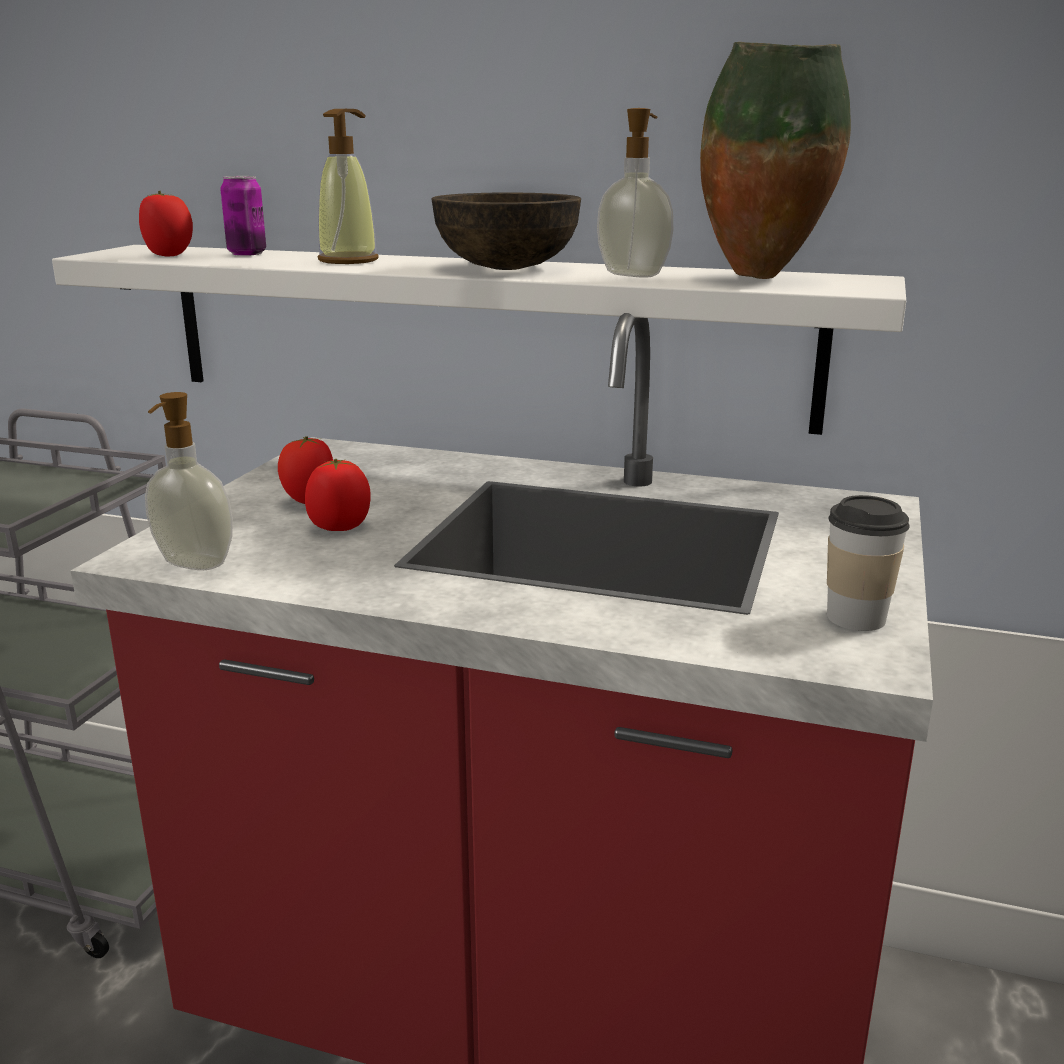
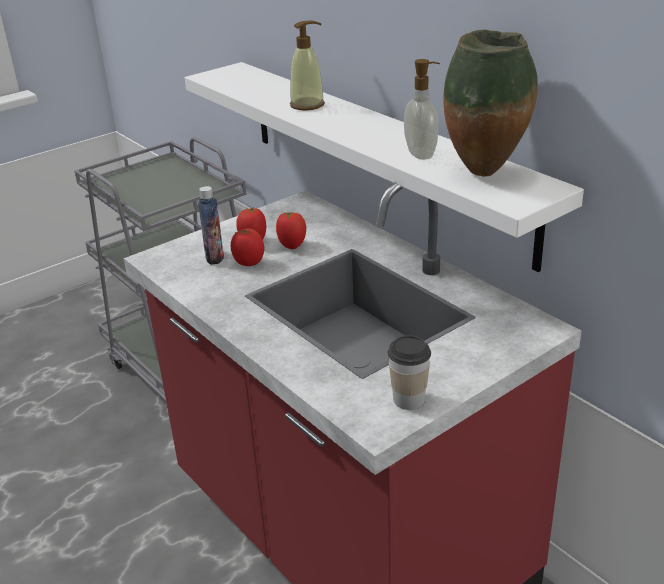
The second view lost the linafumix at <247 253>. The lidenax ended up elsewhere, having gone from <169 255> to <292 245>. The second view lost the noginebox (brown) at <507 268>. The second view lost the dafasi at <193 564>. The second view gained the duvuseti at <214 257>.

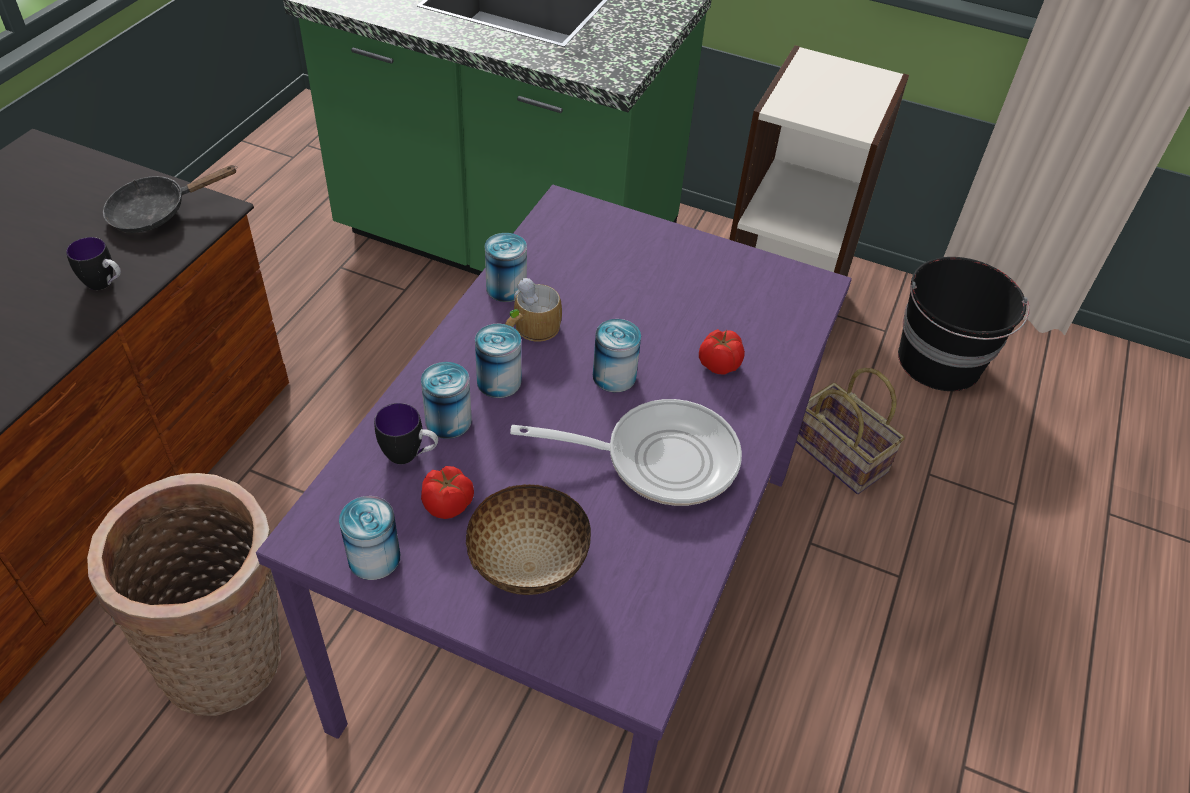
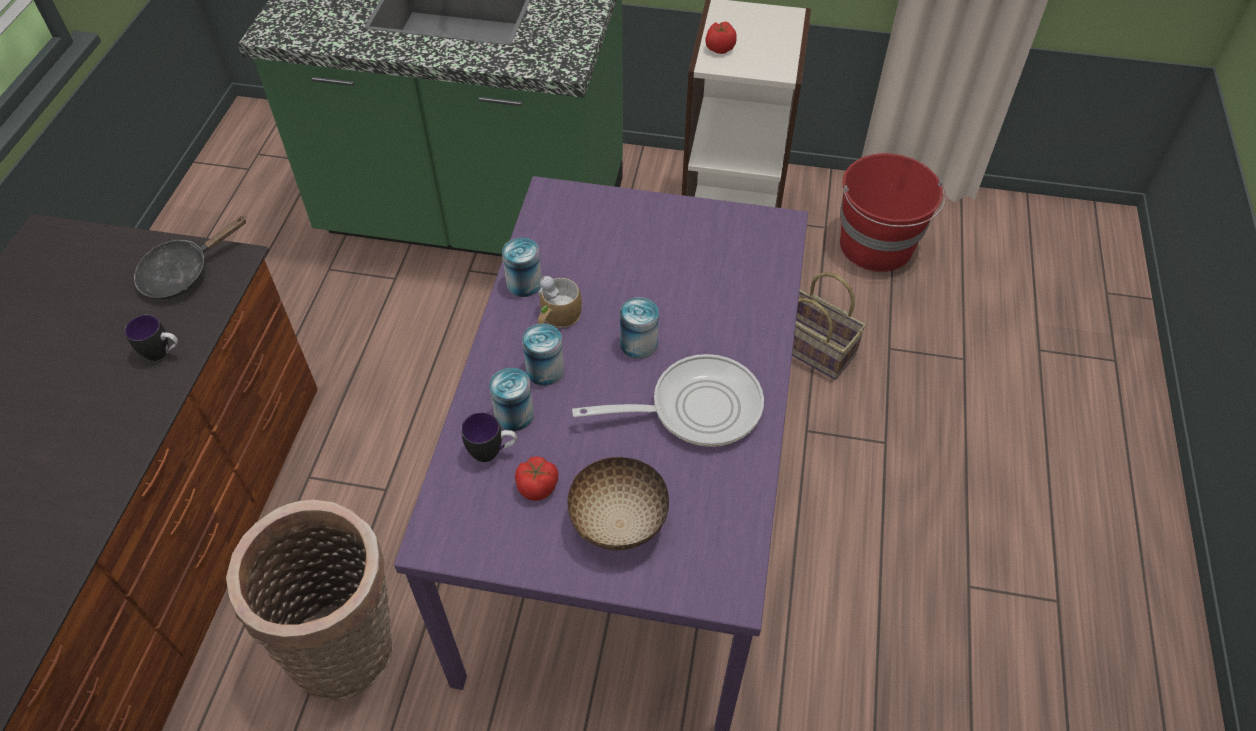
What was the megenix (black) at <940 362> turned into the megenix (red) at <877 246>. The lidenax ended up elsewhere, having gone from <718 364> to <719 48>. The second view lost the linafumix at <374 557>.

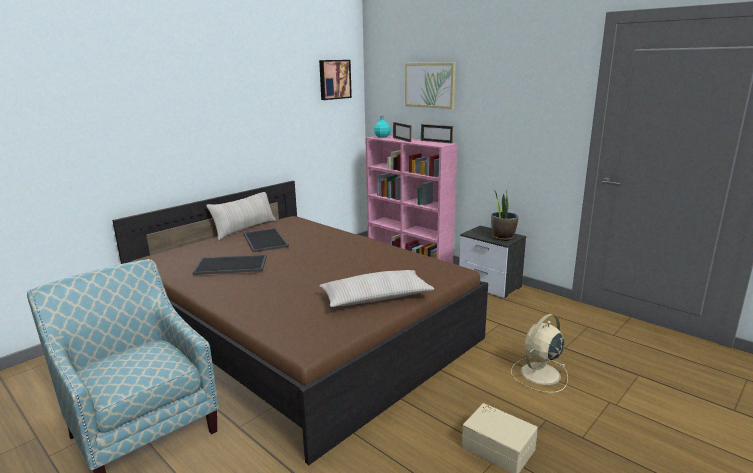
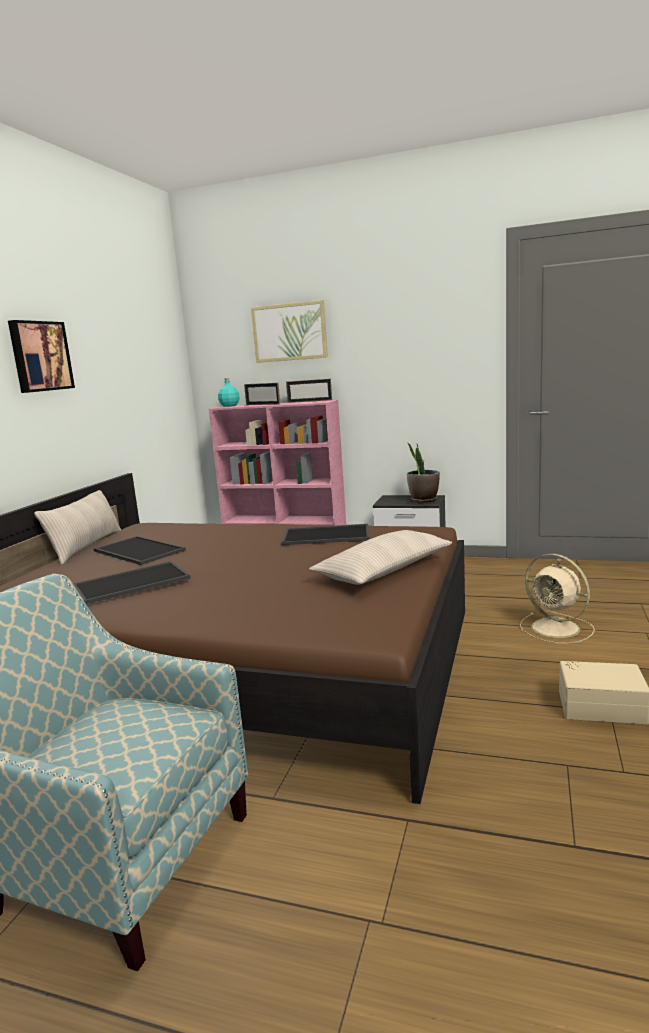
The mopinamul ended up elsewhere, having gone from <334 79> to <39 356>. The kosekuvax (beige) at <539 374> ended up facing another way, 60 degrees counterclockwise from before. The second view gained the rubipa at <327 535>.

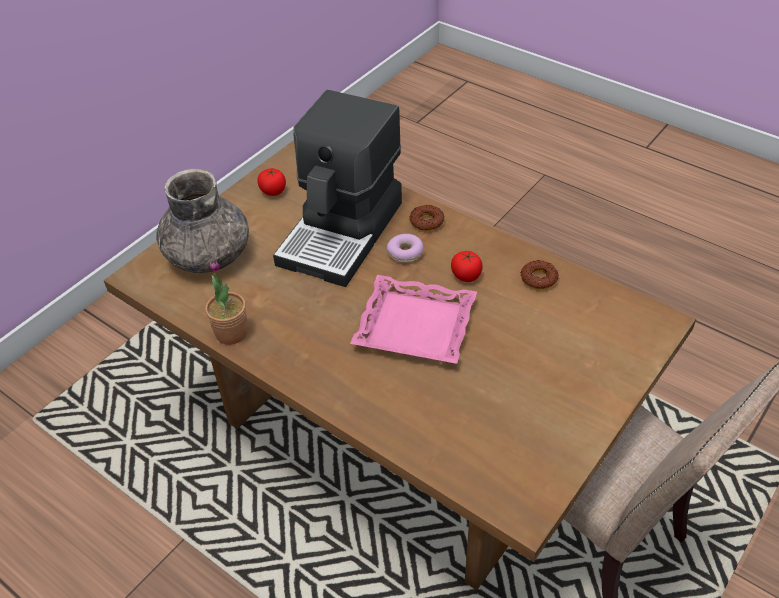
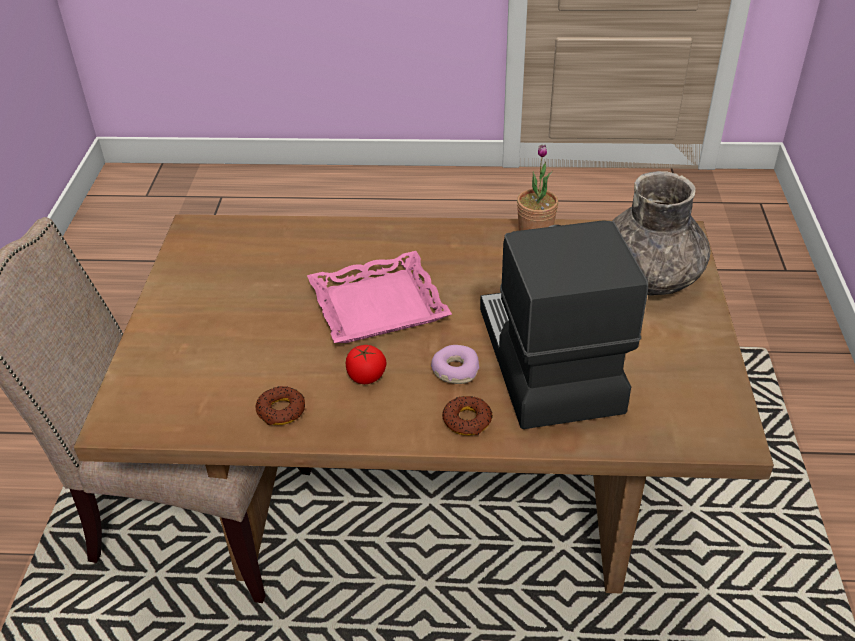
The second view lost the lidenax at <273 191>.

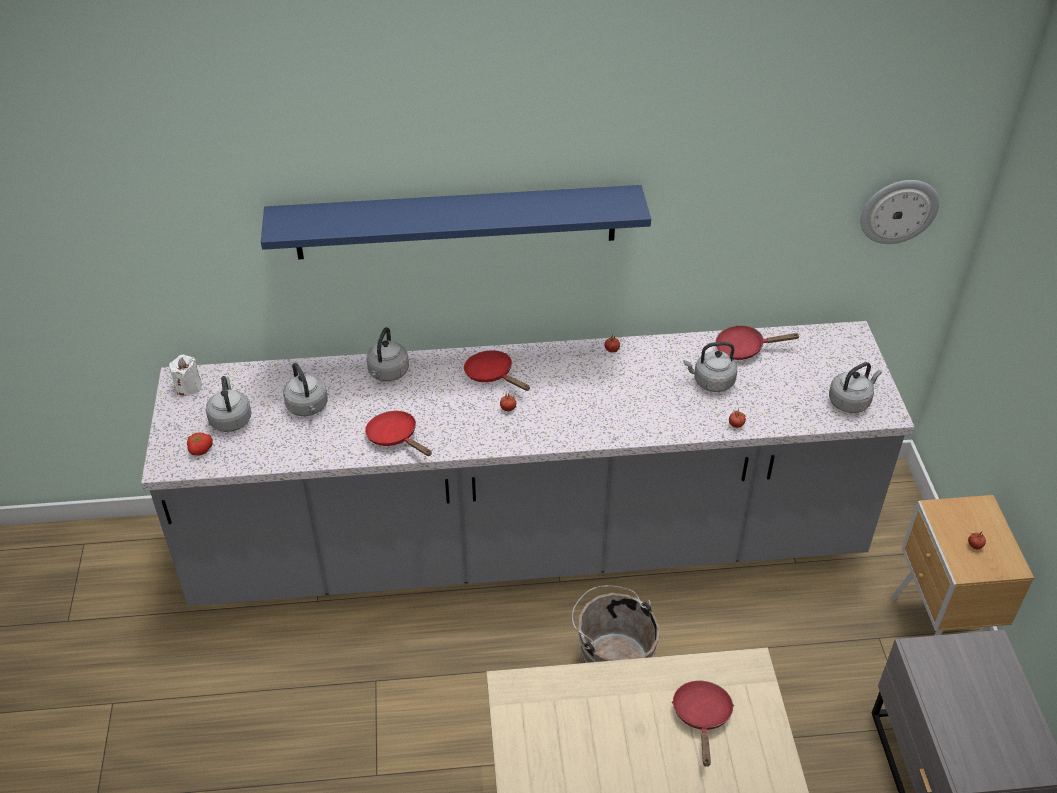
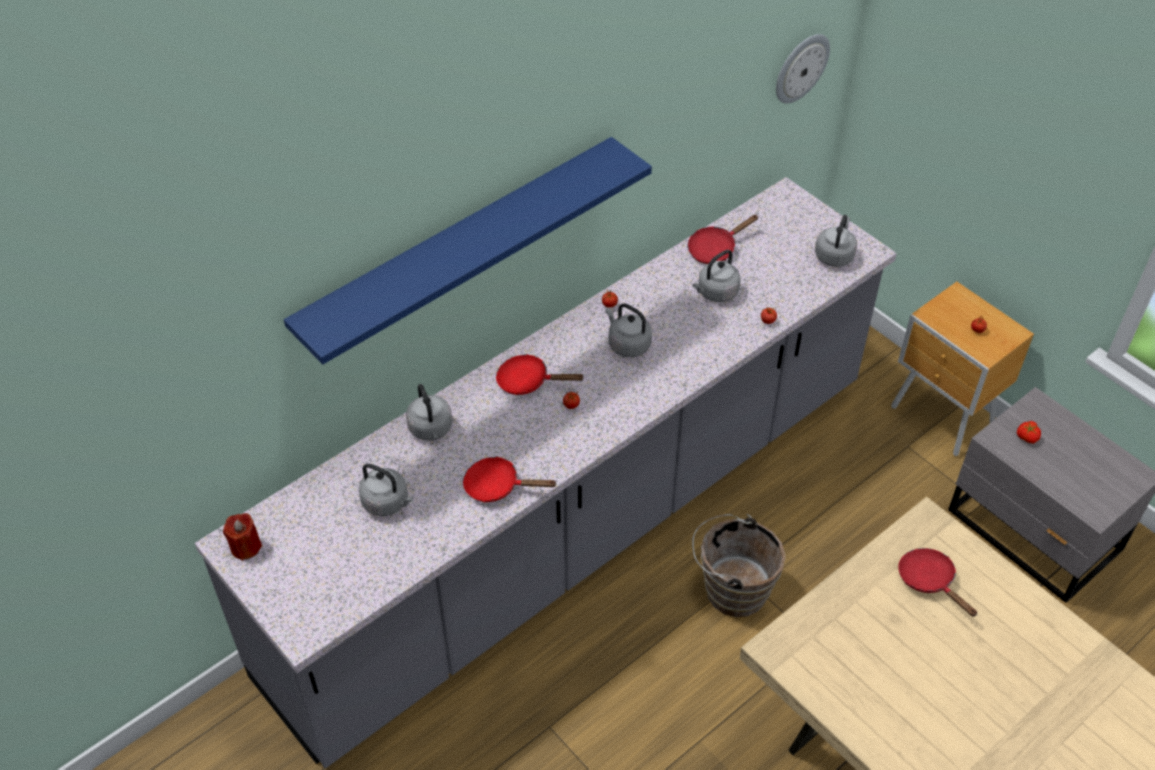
What was the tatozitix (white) at <188 387> turned into the tatozitix (red) at <245 547>. The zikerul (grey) ended up elsewhere, having gone from <230 419> to <627 344>. The lidenax ended up elsewhere, having gone from <200 449> to <1026 437>.

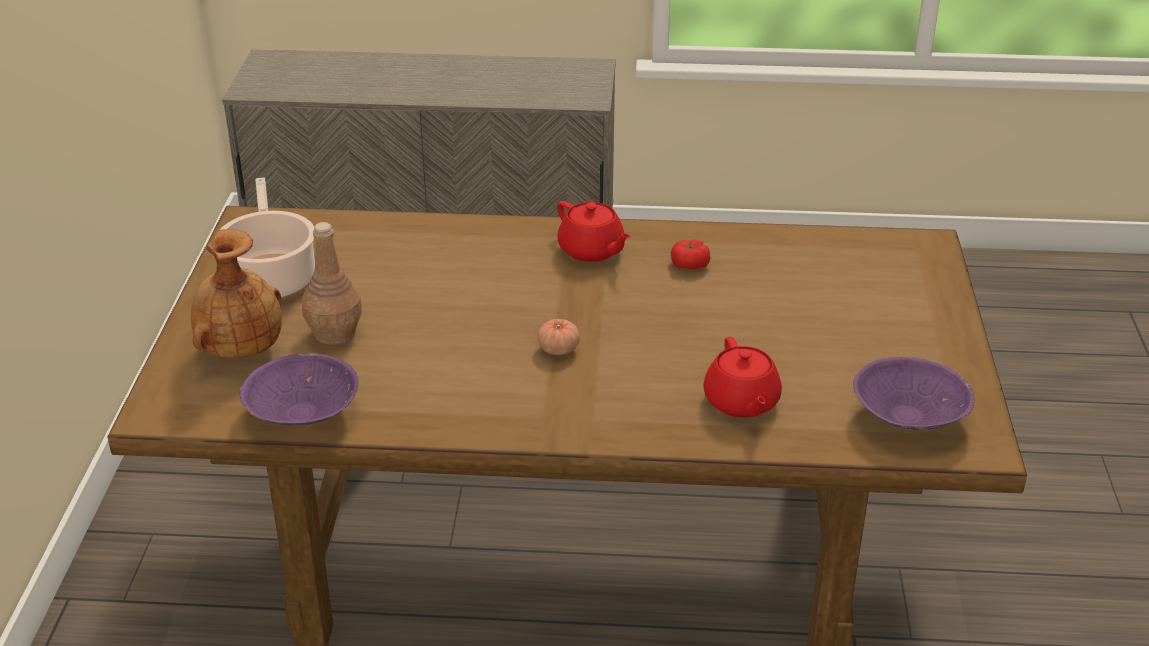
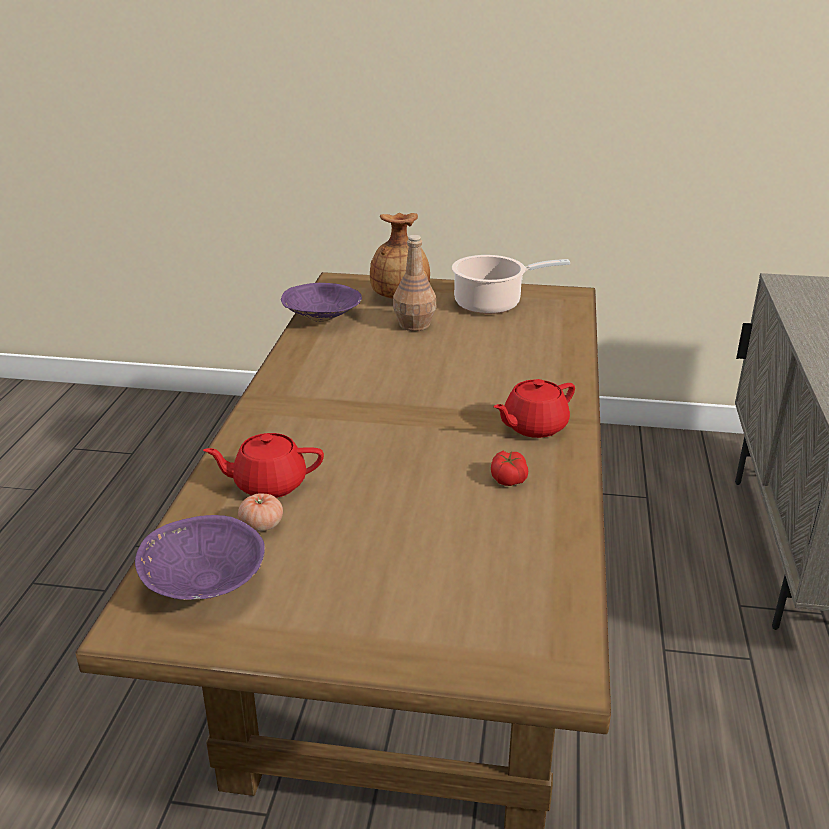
The lidenax ended up elsewhere, having gone from <558 349> to <261 525>.

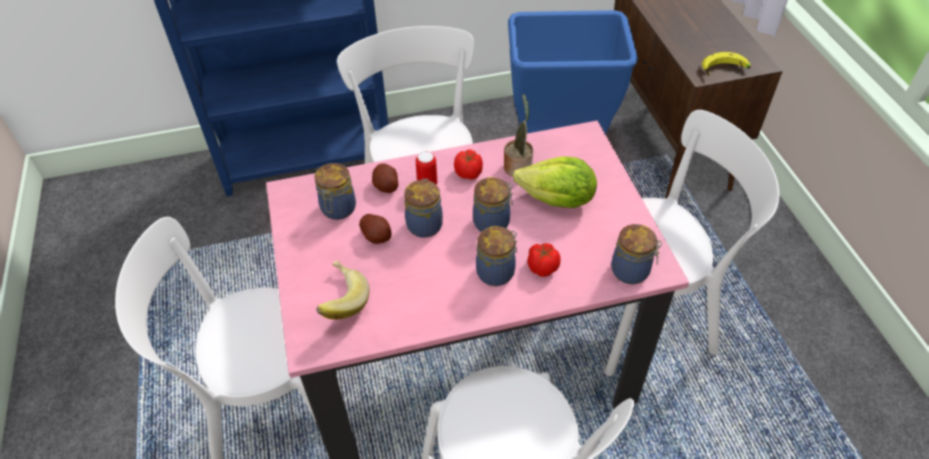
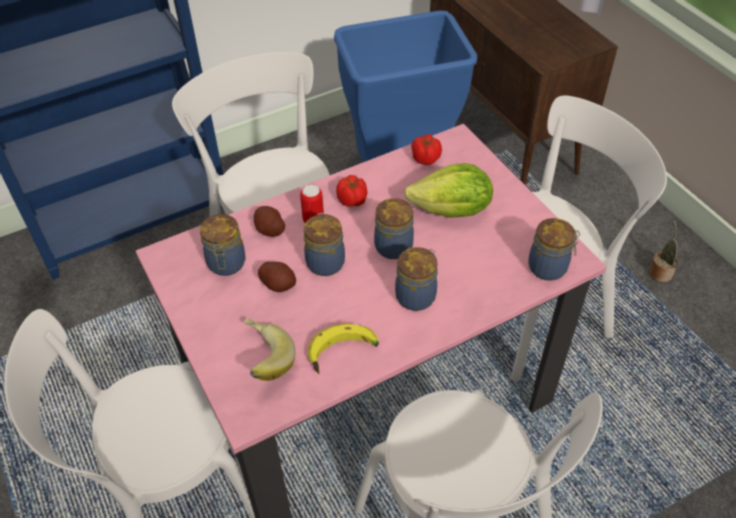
The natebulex ended up elsewhere, having gone from <724 71> to <343 354>. The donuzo ended up elsewhere, having gone from <518 166> to <660 272>. The lidenax ended up elsewhere, having gone from <542 267> to <425 158>.

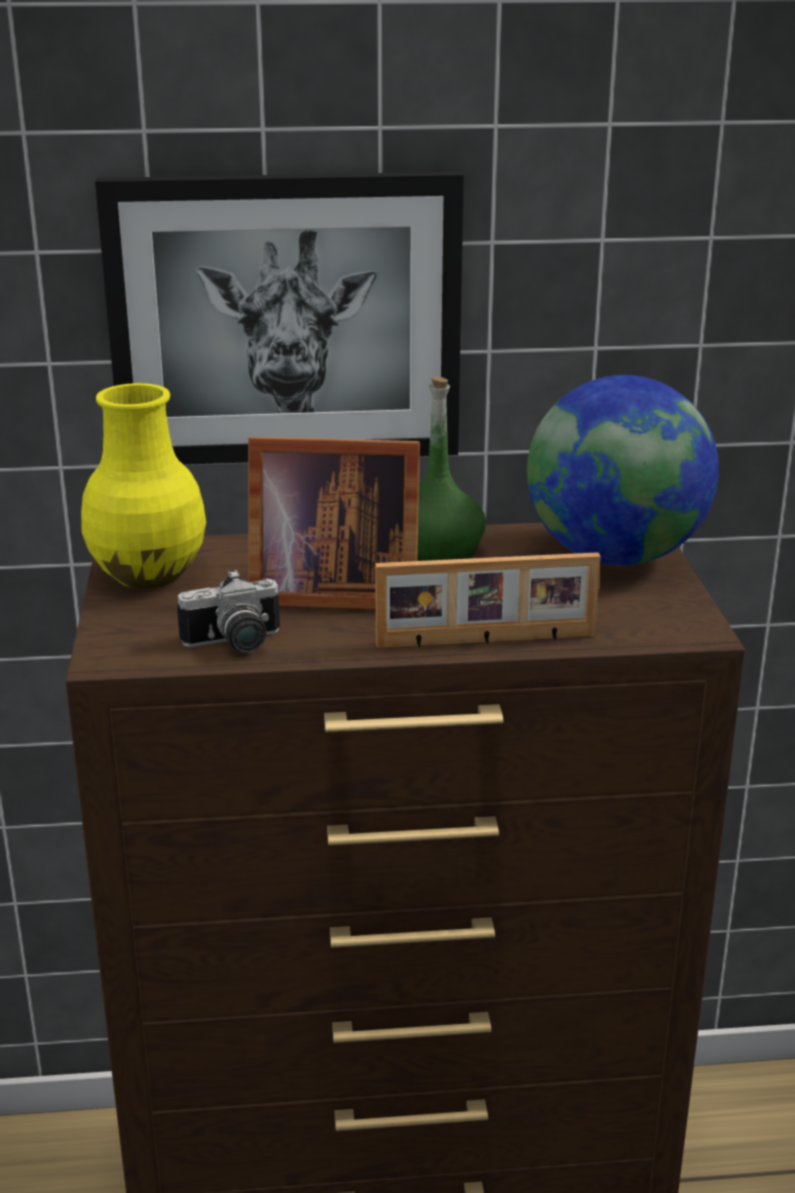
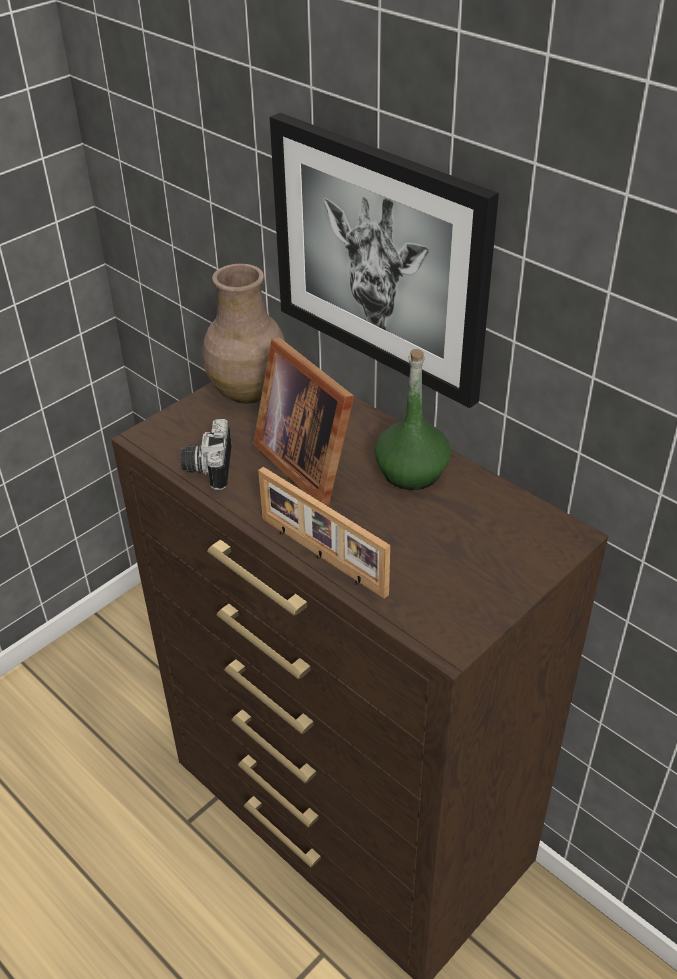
The second view lost the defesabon at <615 556>. What was the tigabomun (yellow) at <146 576> turned into the tigabomun (brown) at <247 391>. The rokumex at <235 644> ended up facing another way, 60 degrees clockwise from before.

